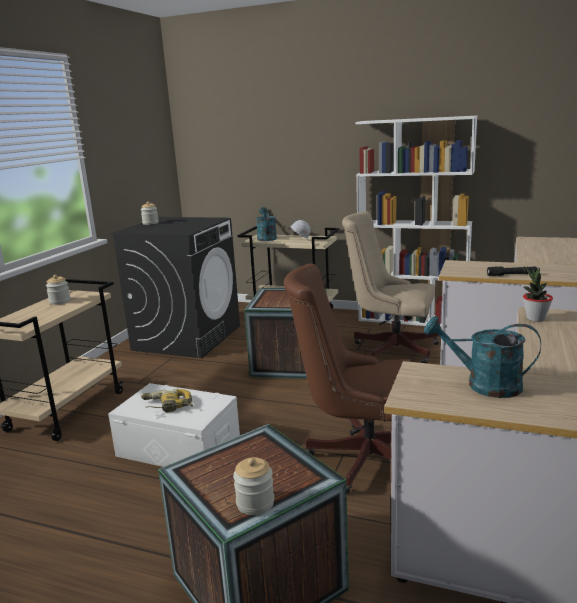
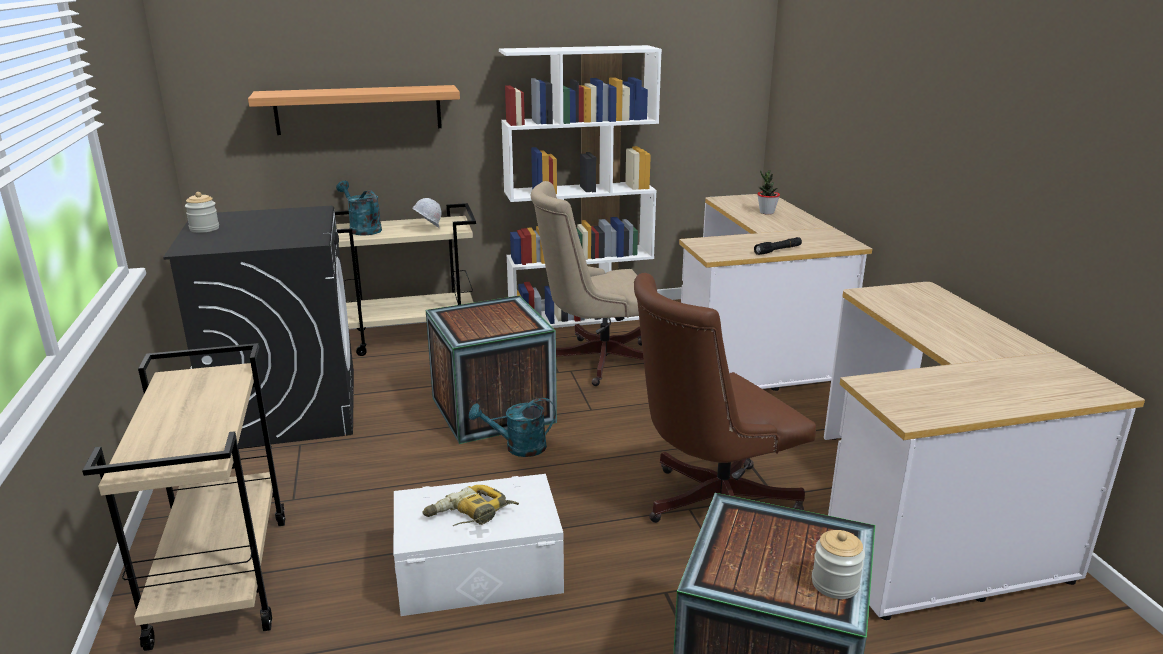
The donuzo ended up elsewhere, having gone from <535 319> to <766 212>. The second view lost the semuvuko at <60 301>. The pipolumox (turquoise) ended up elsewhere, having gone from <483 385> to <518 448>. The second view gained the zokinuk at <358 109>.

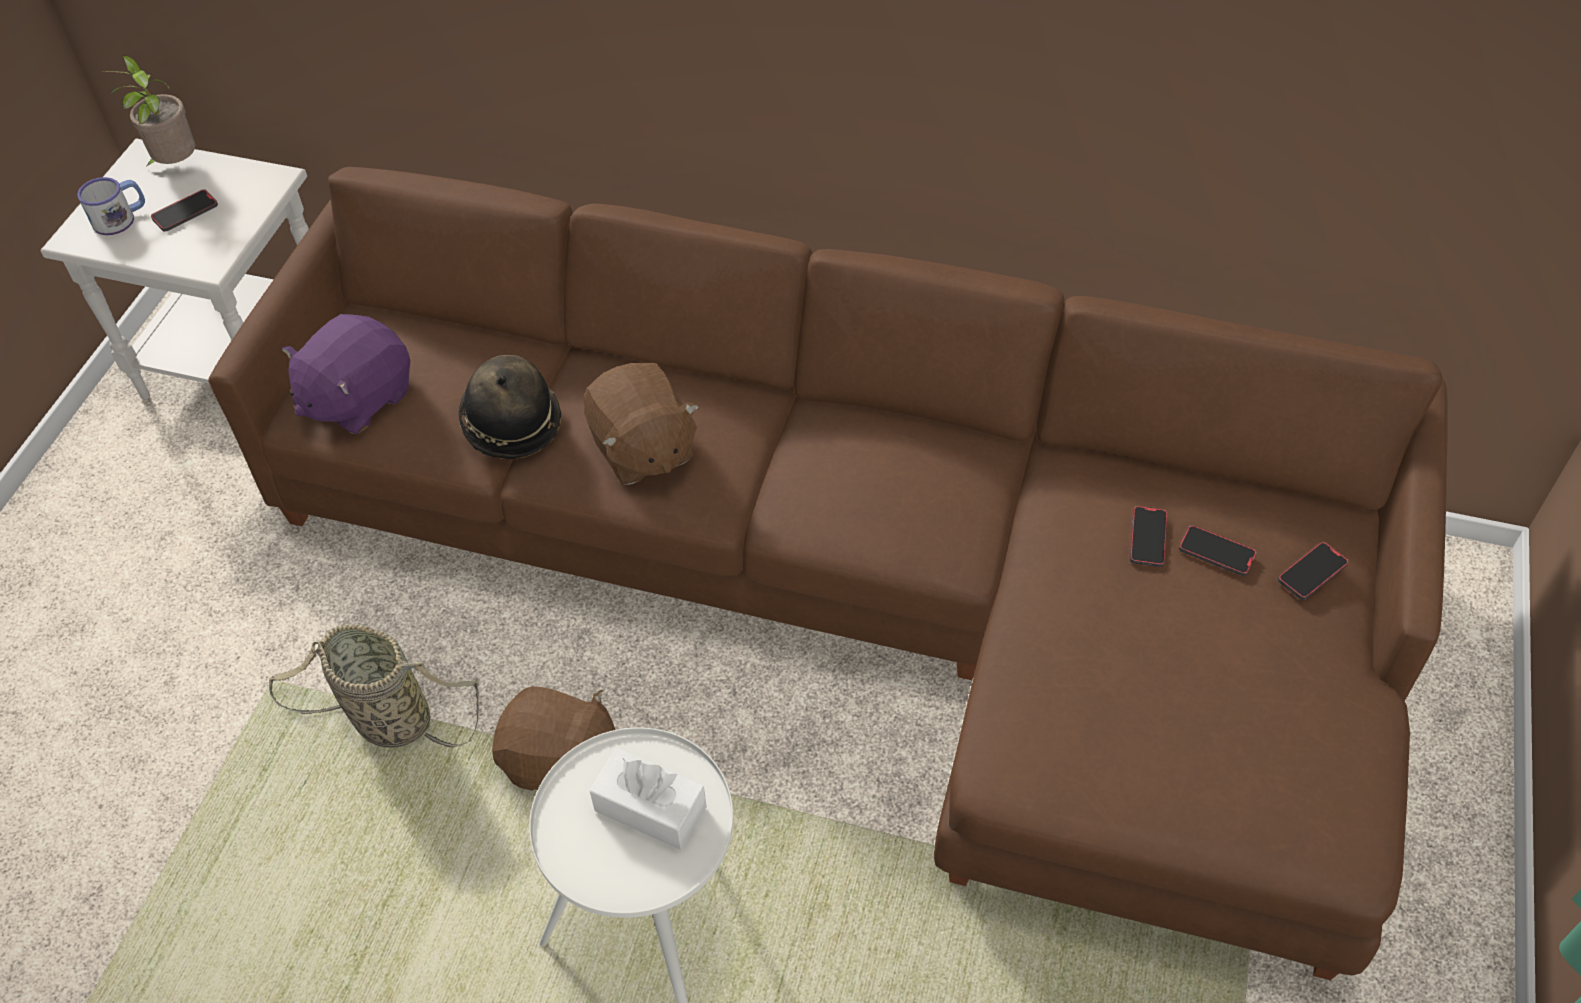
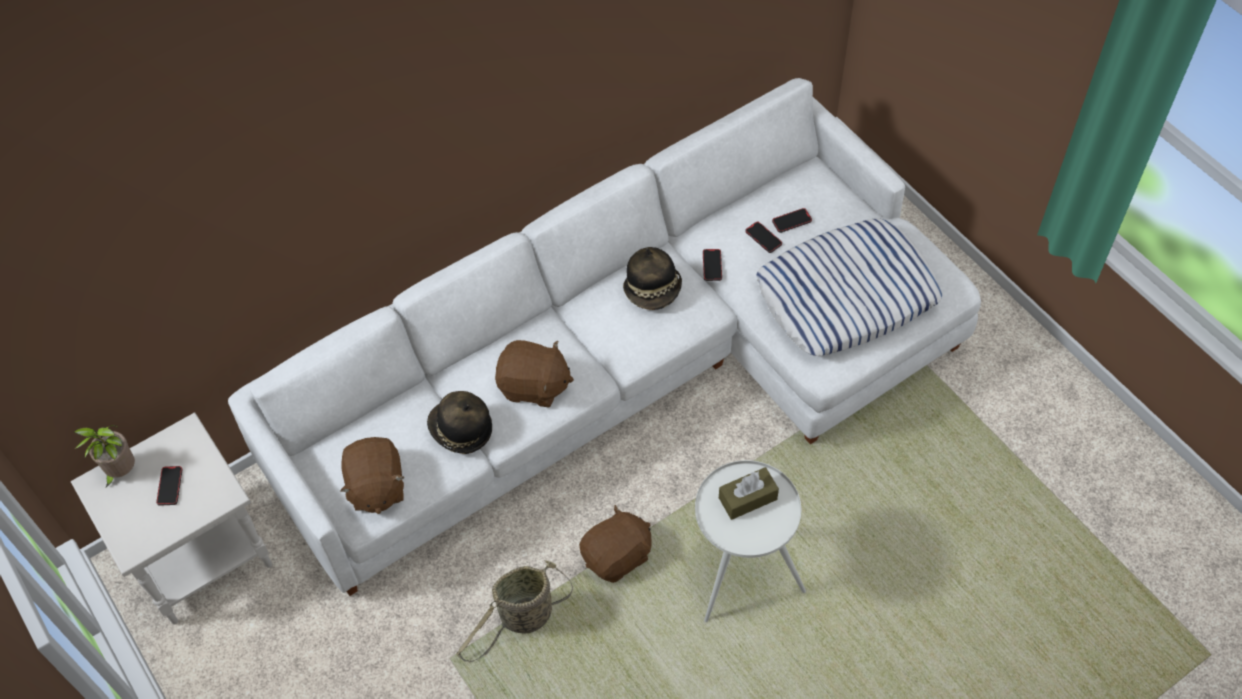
What was the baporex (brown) at <870 583> turned into the baporex (white) at <635 367>. The second view lost the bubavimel at <121 218>. What was the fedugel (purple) at <357 398> turned into the fedugel (brown) at <376 487>. The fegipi ended up elsewhere, having gone from <1312 573> to <712 266>. What was the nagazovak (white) at <650 808> turned into the nagazovak (brown) at <747 498>. The second view gained the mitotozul at <847 294>. The second view gained the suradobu at <653 290>.

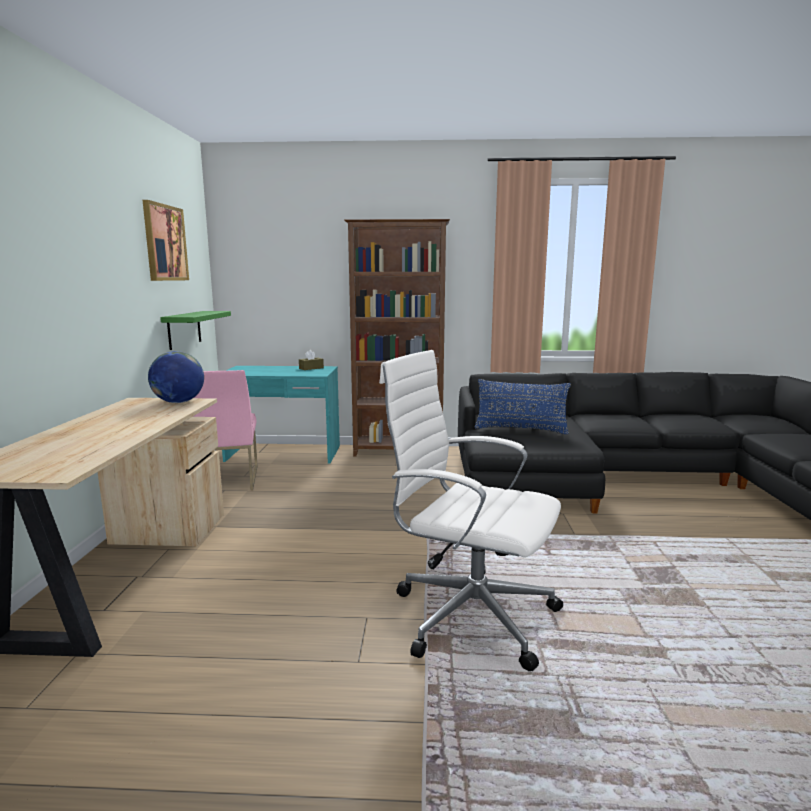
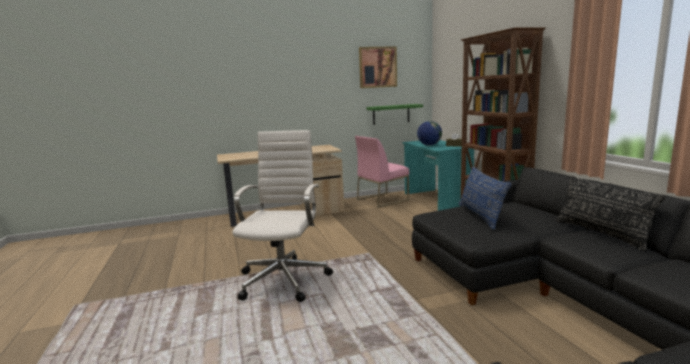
The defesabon ended up elsewhere, having gone from <178 402> to <429 145>. The second view gained the mitotozul (black) at <601 233>.

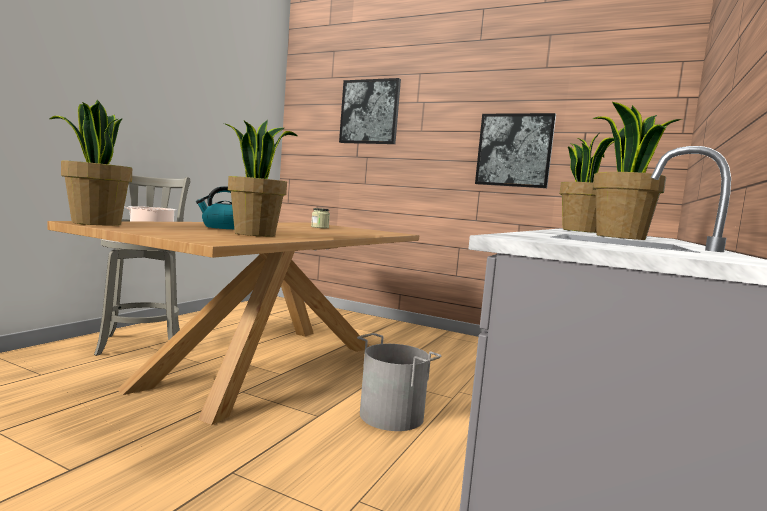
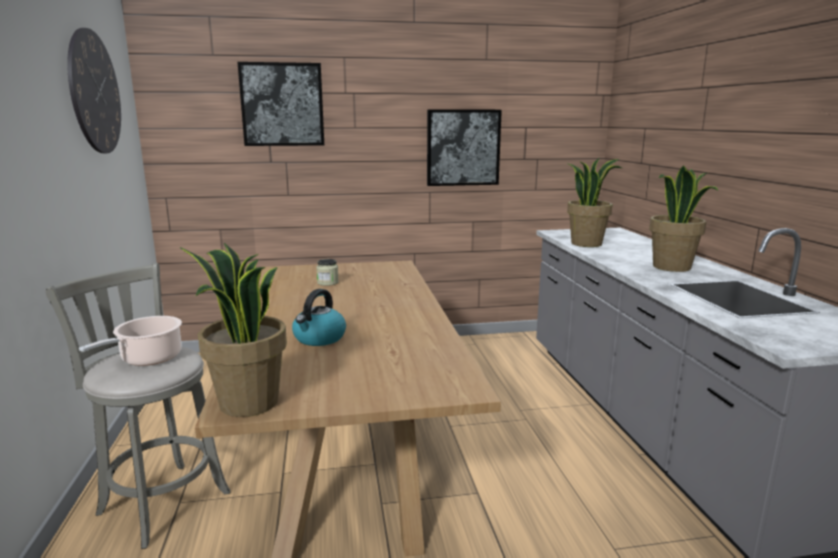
The second view lost the donuzo at <255 234>. The second view lost the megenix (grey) at <392 415>. The second view gained the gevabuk at <95 92>.

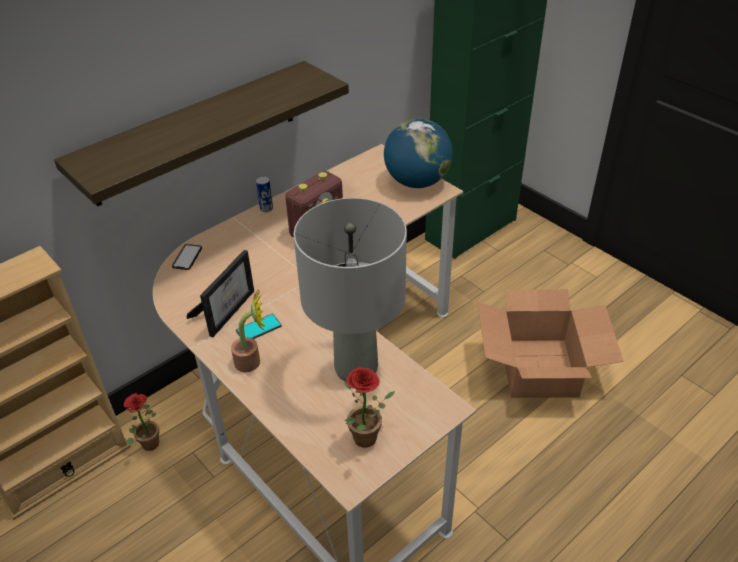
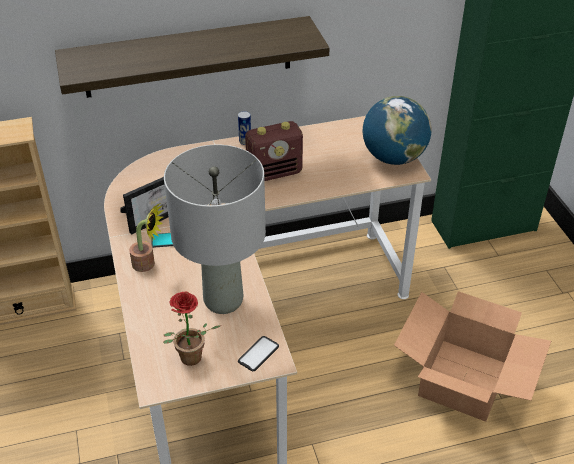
The fegipi ended up elsewhere, having gone from <187 257> to <258 354>. The second view lost the donuzo at <148 441>.

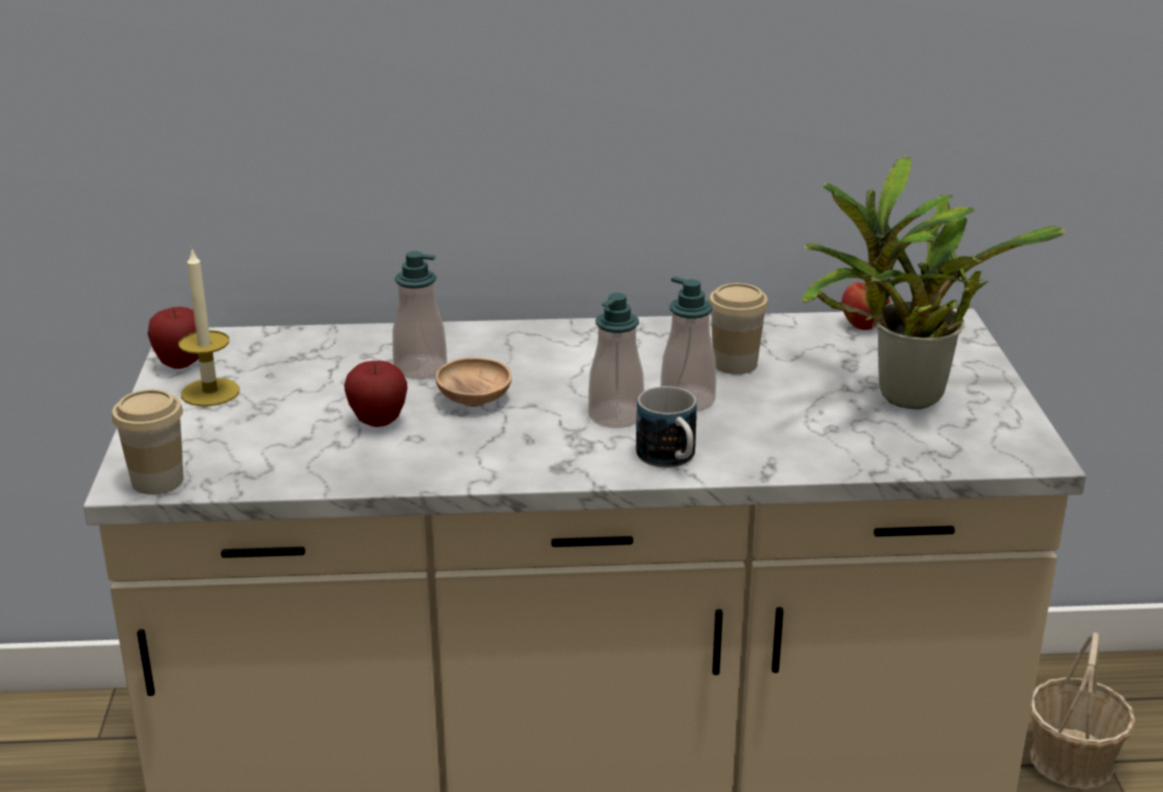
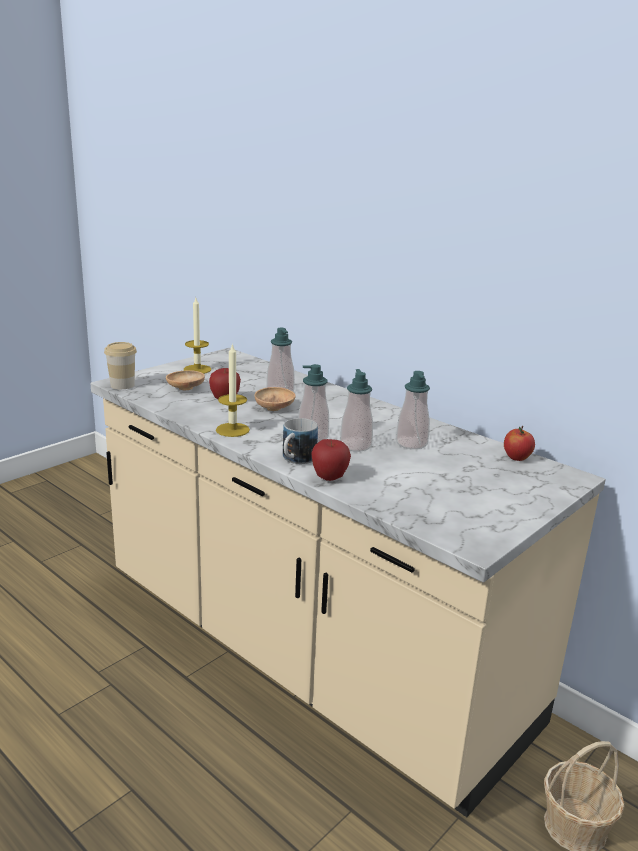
The second view lost the donuzo at <900 398>. Where the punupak stood at <735 364>, the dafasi came to stand at <411 443>. The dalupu ended up elsewhere, having gone from <181 364> to <329 478>. The second view gained the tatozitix at <232 430>. The second view gained the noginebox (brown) at <185 389>.

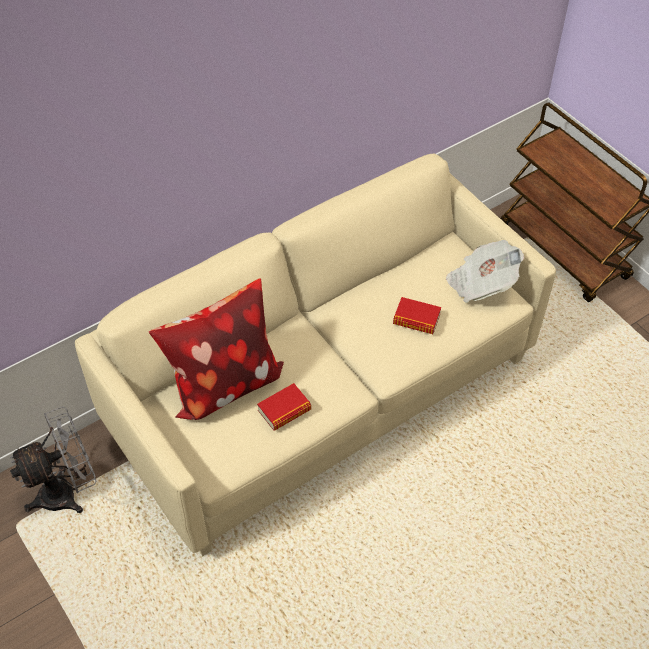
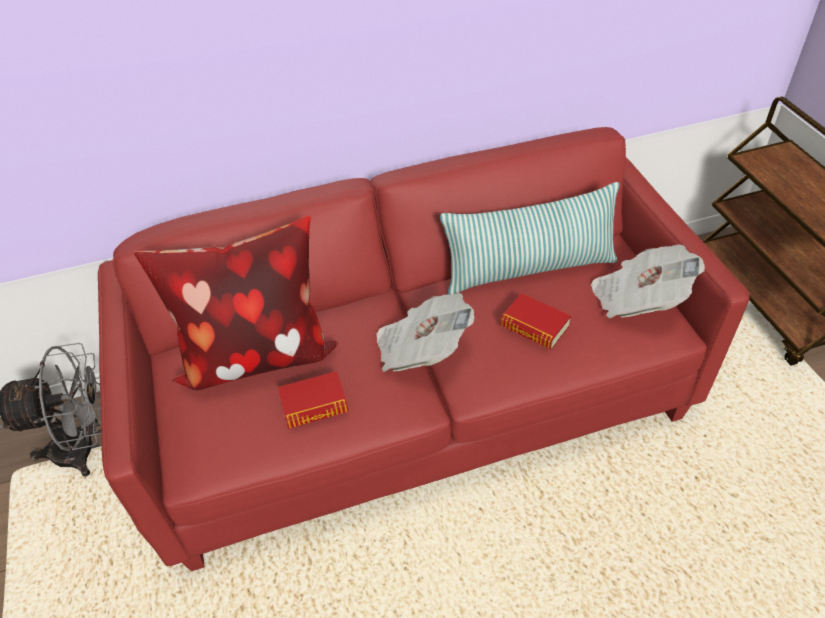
What was the baporex (beige) at <323 392> turned into the baporex (red) at <418 402>. The second view gained the mitotozul at <529 269>. The second view gained the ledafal at <421 349>.

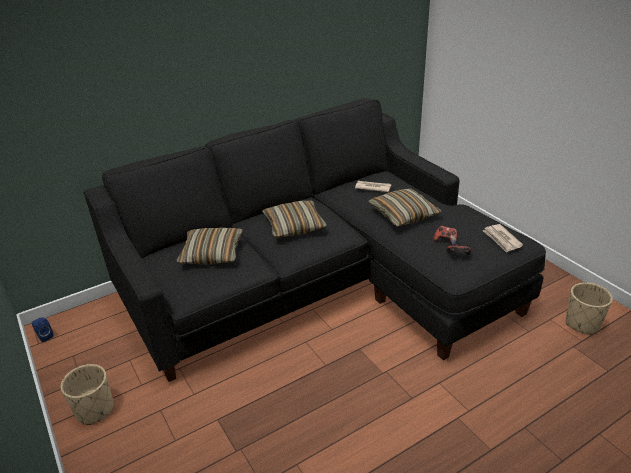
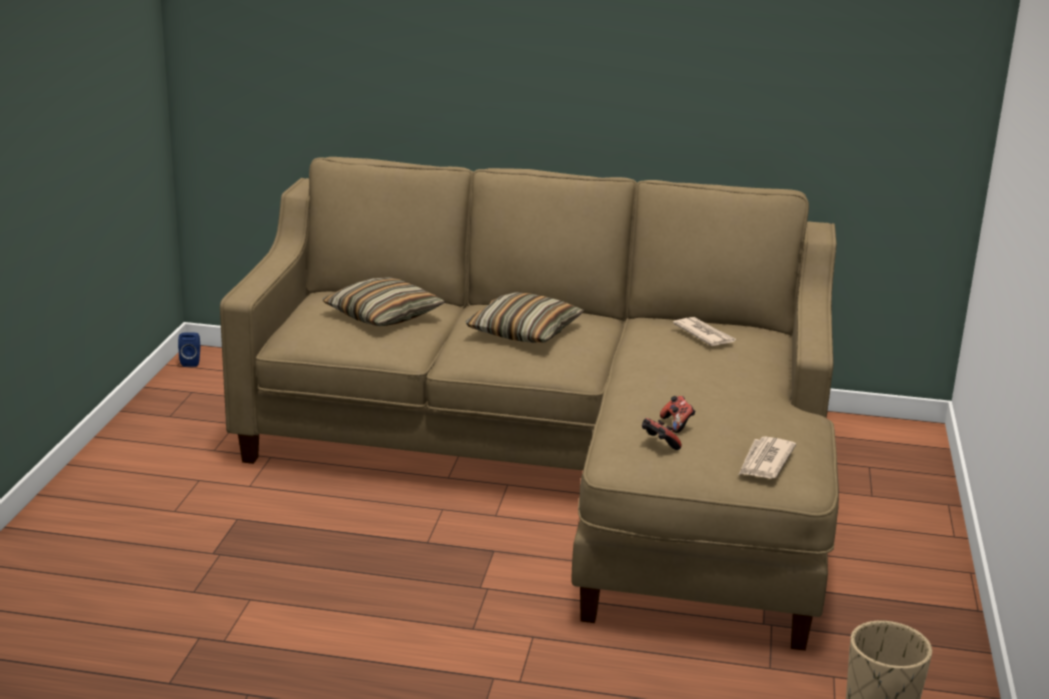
What was the baporex (black) at <321 284> turned into the baporex (beige) at <563 466>. The second view lost the mitotozul at <403 214>. The second view lost the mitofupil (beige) at <95 409>.

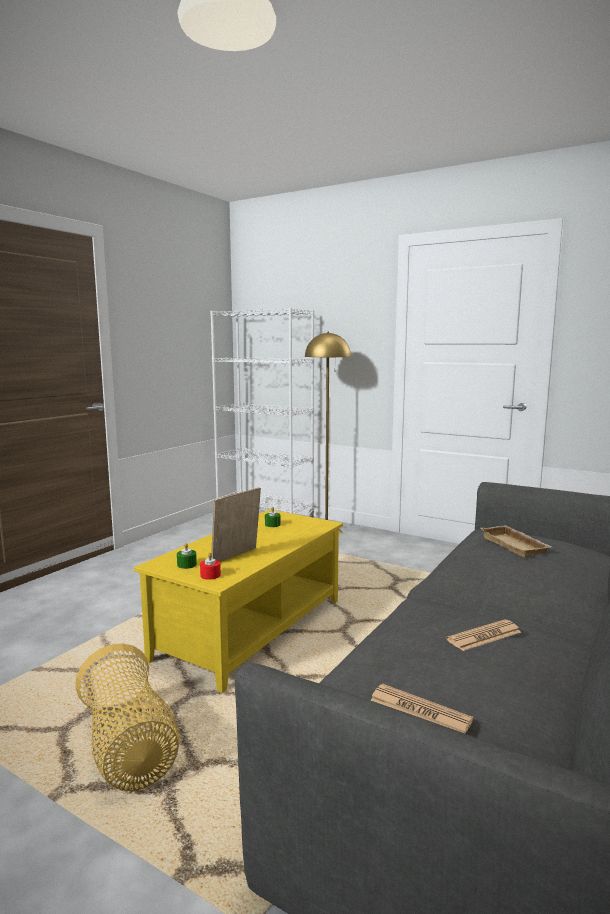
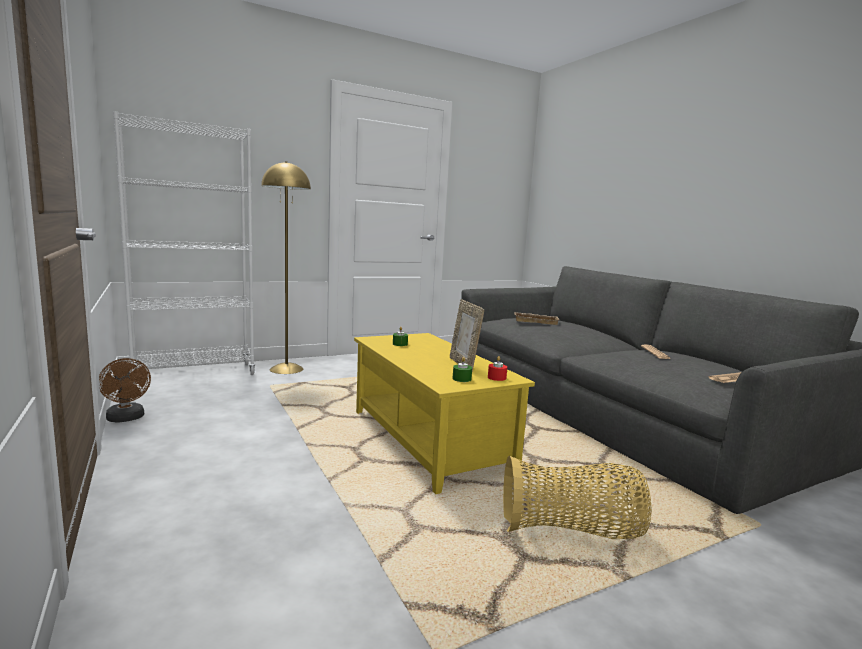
The second view gained the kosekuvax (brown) at <126 418>.

